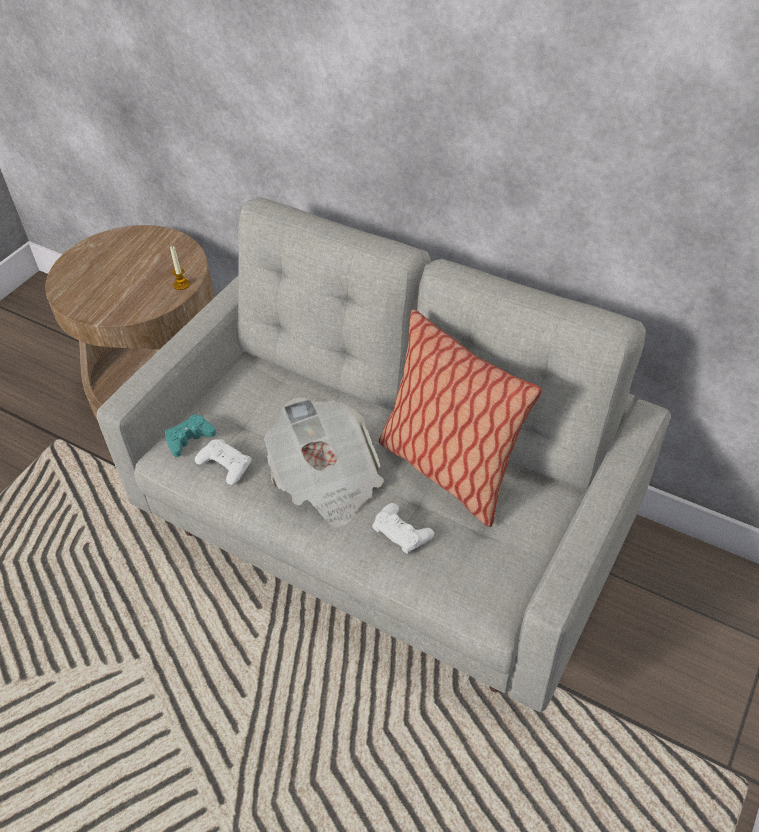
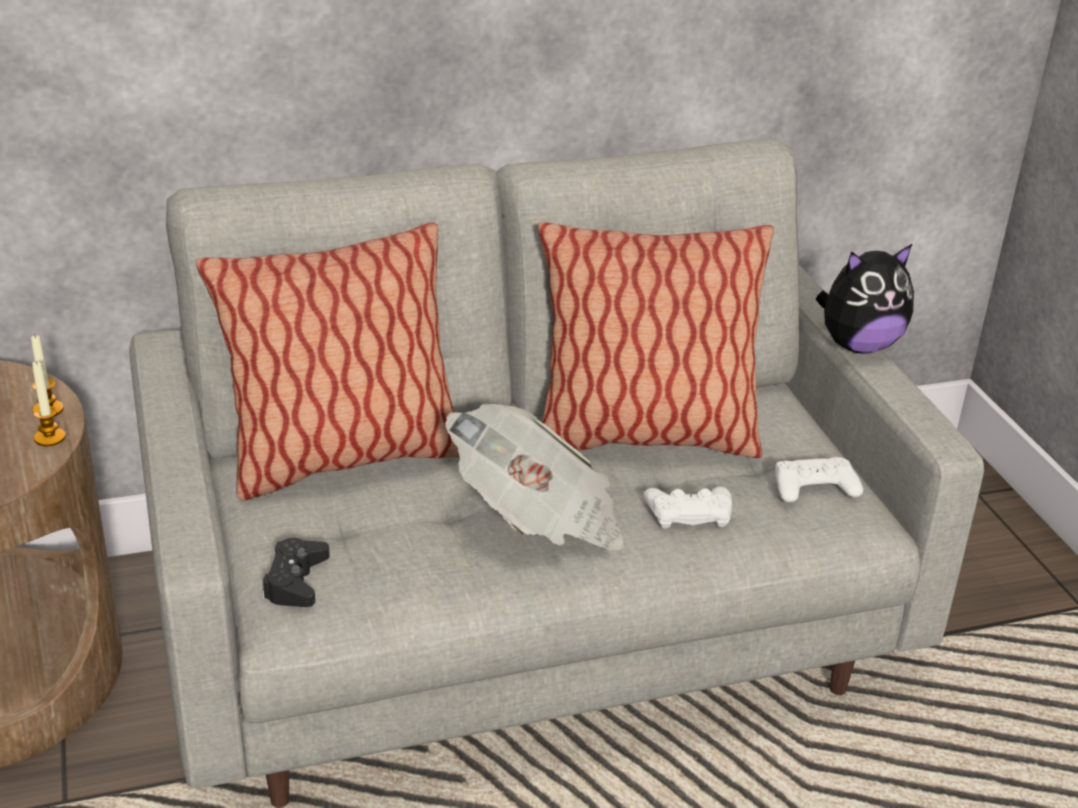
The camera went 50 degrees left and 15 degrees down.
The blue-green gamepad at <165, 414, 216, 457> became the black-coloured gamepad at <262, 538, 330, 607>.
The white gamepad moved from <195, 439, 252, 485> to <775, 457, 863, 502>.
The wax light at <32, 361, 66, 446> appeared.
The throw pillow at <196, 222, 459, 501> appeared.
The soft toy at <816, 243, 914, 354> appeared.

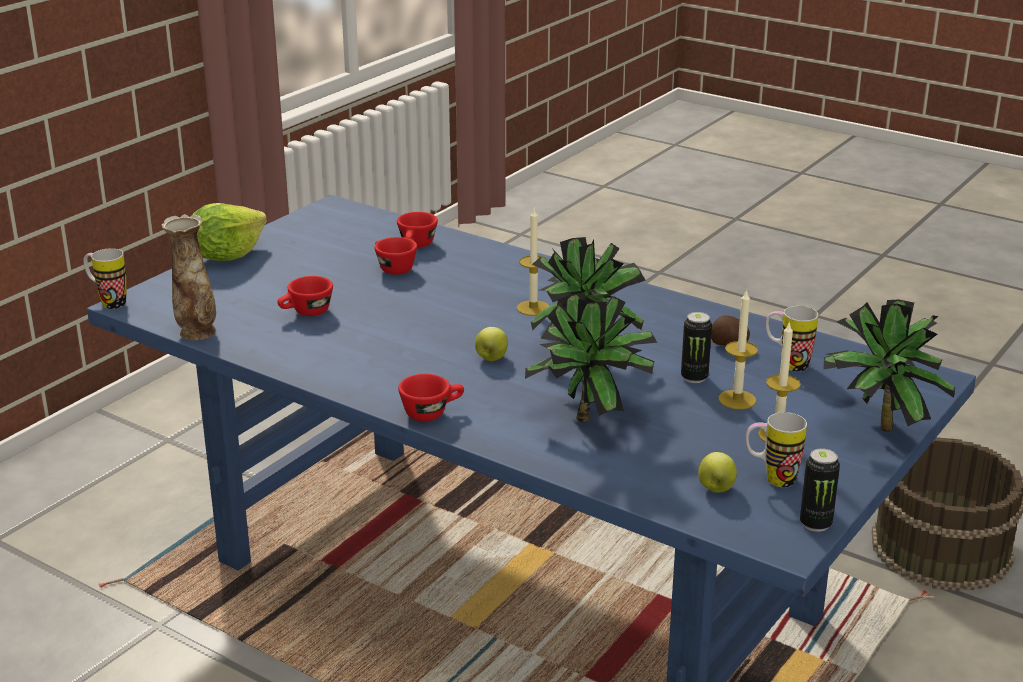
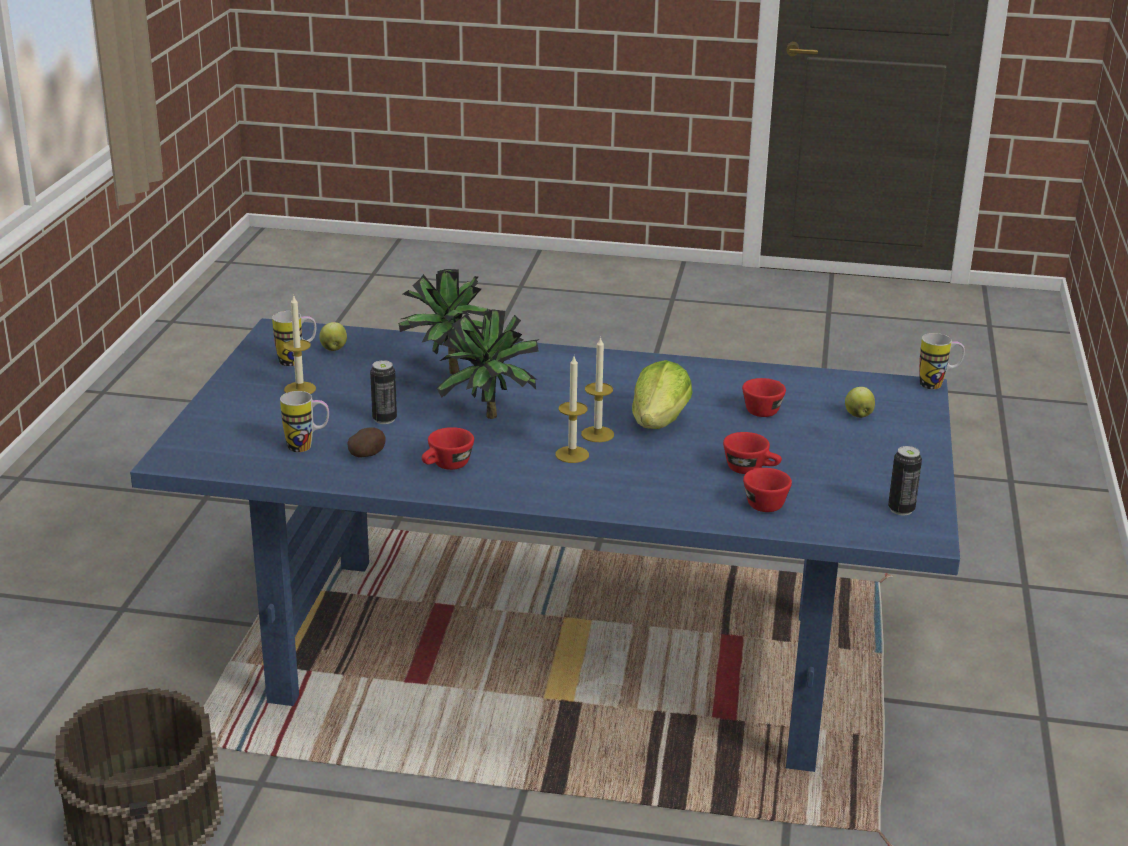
The camera went 155 degrees right and 0 degrees up.
The vase at <161, 214, 216, 340> disappeared.
The lettuce head moved from <193, 203, 267, 261> to <632, 360, 692, 429>.
The red small cup moved from <398, 374, 464, 421> to <422, 427, 474, 470>.
The apple fruit moved from <475, 327, 508, 361> to <845, 387, 875, 418>.
The wax light moved from <719, 289, 758, 409> to <581, 336, 614, 442>.
The can moved from <800, 448, 840, 532> to <888, 446, 922, 516>.
The potted plant at <823, 299, 955, 432> disappeared.

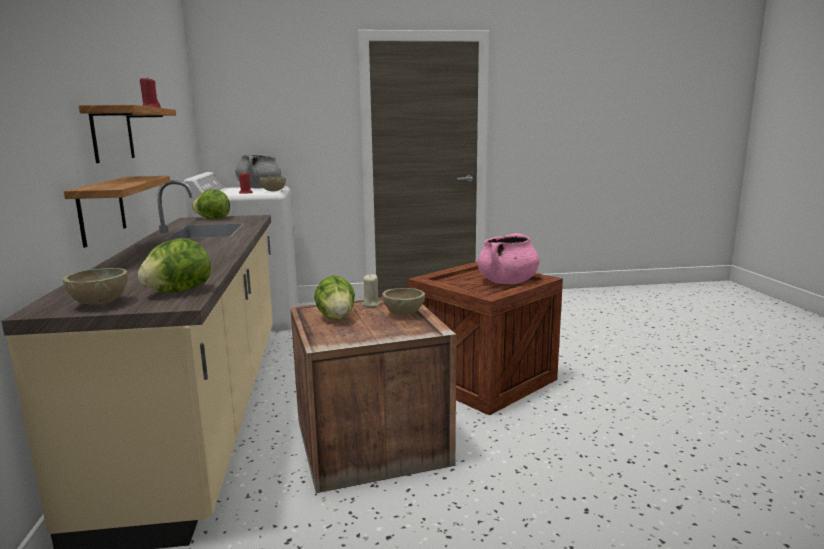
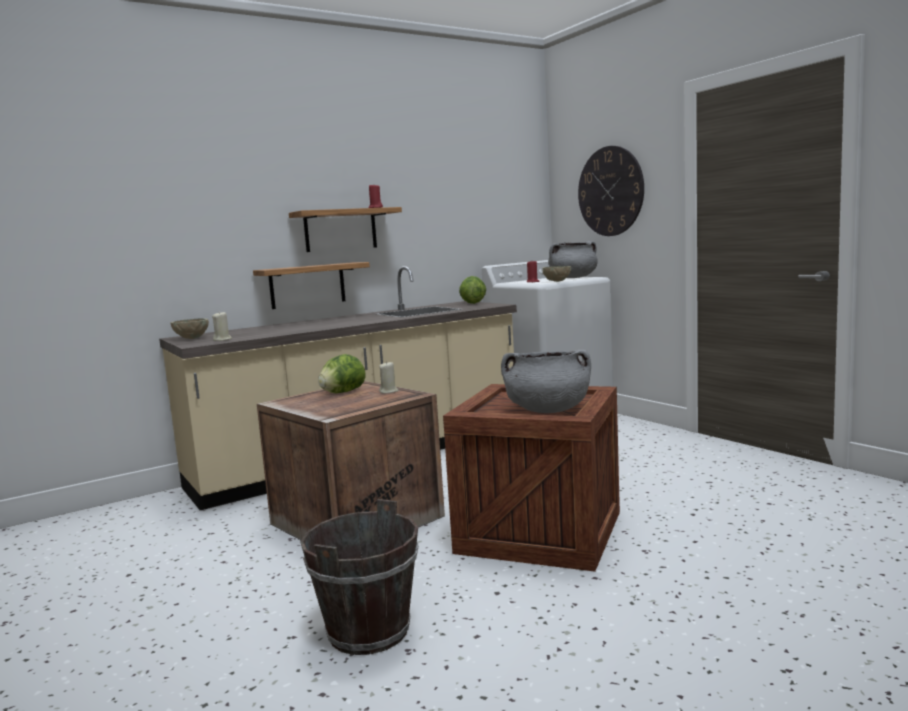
The camera went 65 degrees right and 5 degrees down.
The lettuce head at <138, 238, 211, 293> was replaced by the beige wax light at <212, 311, 232, 341>.
The beige serving bowl at <382, 288, 425, 316> disappeared.
The pink-coloured cooking pot at <477, 233, 540, 284> became the greyish cooking pot at <501, 350, 591, 413>.
The brown pail at <300, 499, 419, 655> appeared.
The wall clock at <578, 146, 644, 236> appeared.

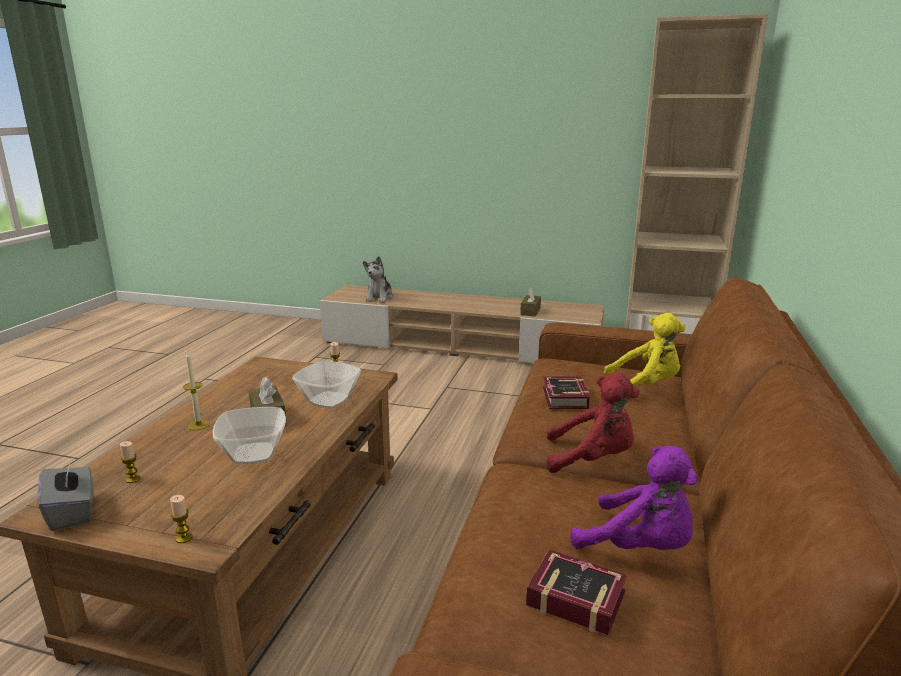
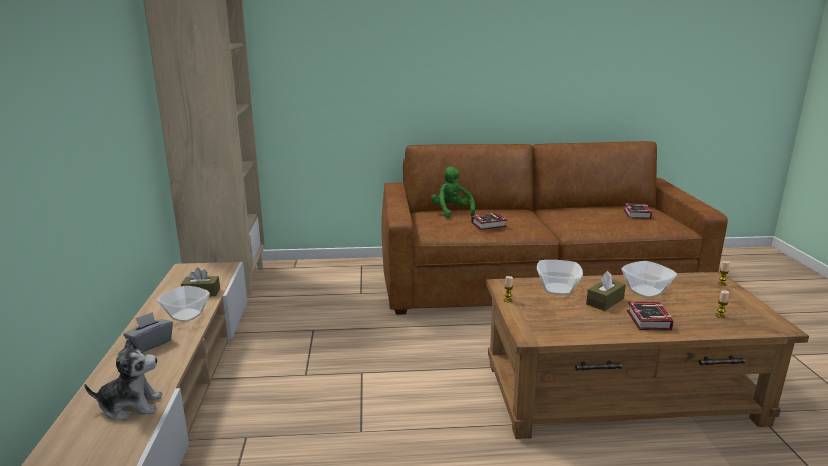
The camera went 110 degrees left and 0 degrees up.
The greyish box of tissues moved from <38, 459, 93, 531> to <124, 312, 173, 352>.
The wax light at <183, 351, 210, 430> was replaced by the book at <627, 302, 674, 331>.
The red soft toy at <546, 373, 640, 473> disappeared.
The purple soft toy at <570, 446, 698, 550> disappeared.
The yellow-coloured soft toy at <604, 313, 686, 387> became the green soft toy at <431, 167, 475, 218>.
The serving bowl at <157, 286, 210, 322> appeared.

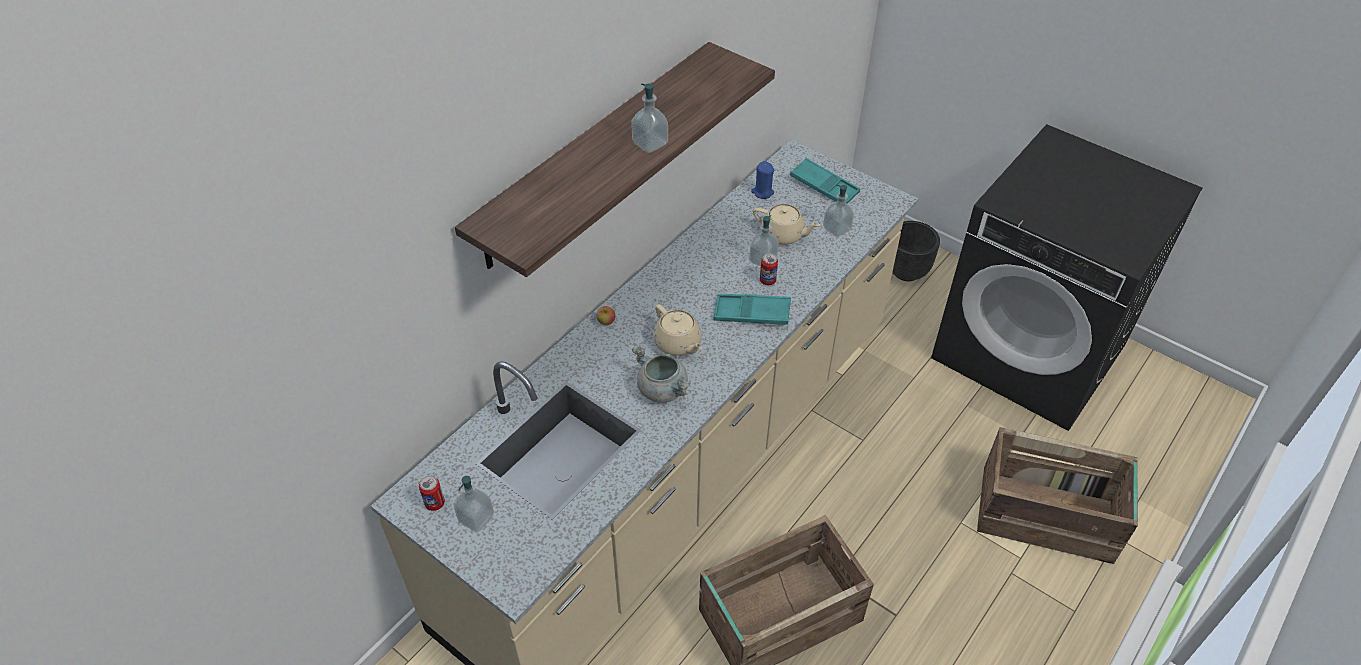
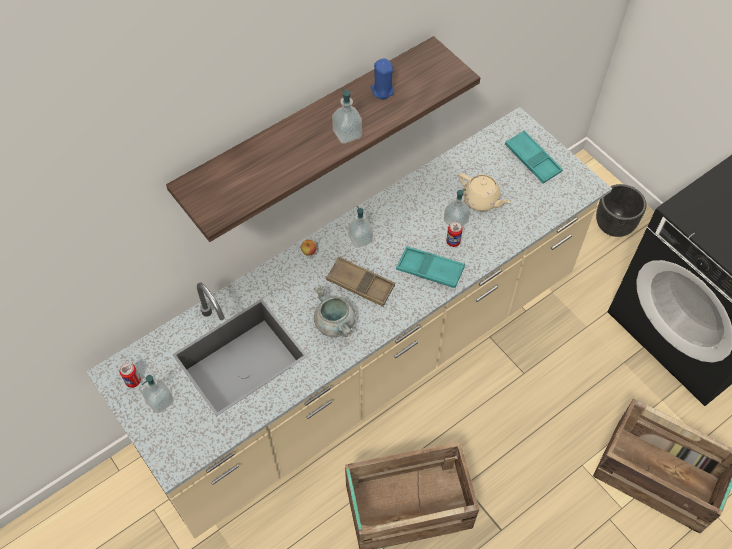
The camera went 15 degrees right and 10 degrees up.
The beige tea pot at <653, 304, 702, 356> was replaced by the brown serving tray at <326, 257, 395, 307>.
The blue-coloured wax light moved from <751, 161, 774, 199> to <370, 59, 394, 99>.
The soap bottle moved from <823, 185, 854, 237> to <348, 206, 373, 248>.

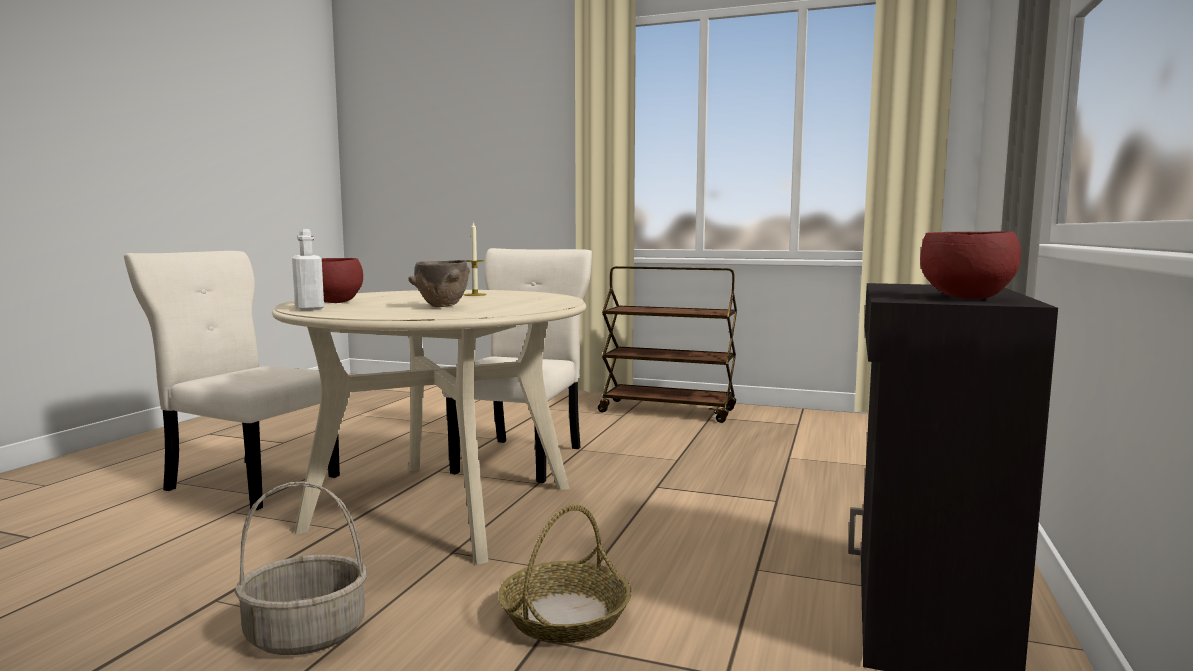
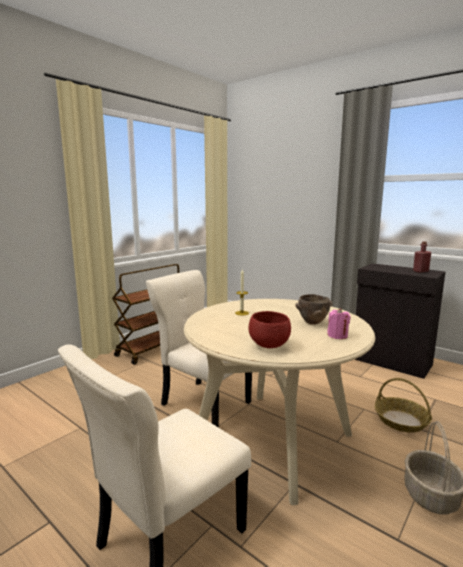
The camera went 70 degrees left and 5 degrees up.
The white bottle at <292, 229, 324, 310> disappeared.
The red serving bowl at <920, 231, 1021, 299> was replaced by the red bottle at <413, 241, 431, 273>.
The pink-coloured wax light at <327, 308, 351, 339> appeared.

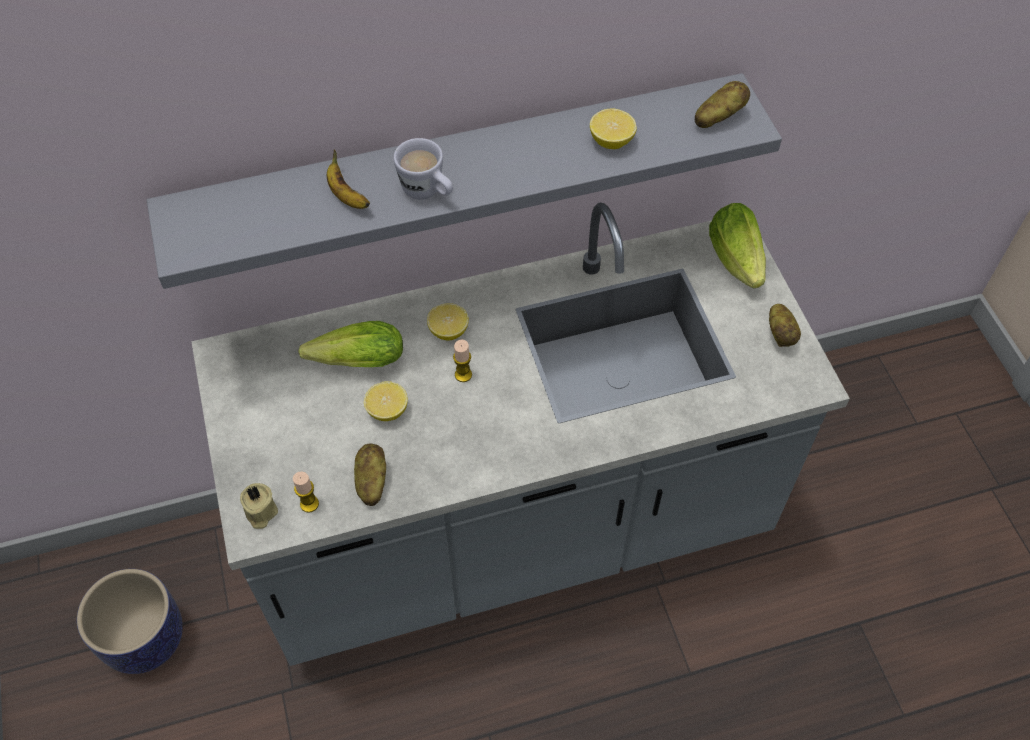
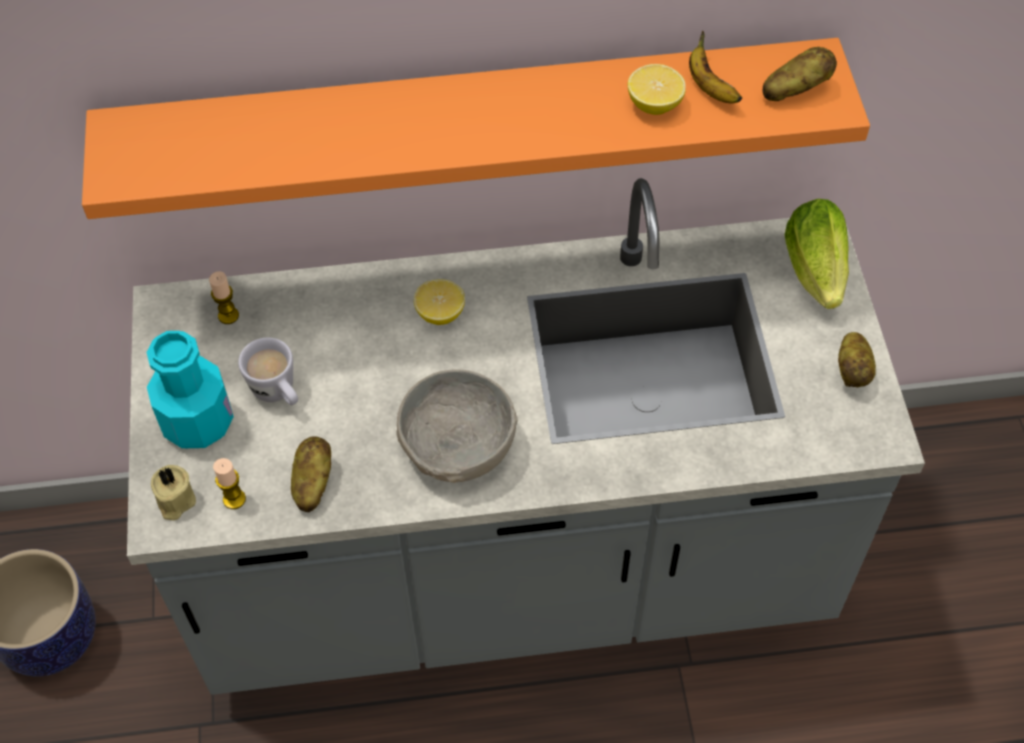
The camera went 10 degrees right and 0 degrees up.
The greyish wall shelf at <147, 73, 782, 289> became the orange wall shelf at <82, 38, 870, 219>.
The lettuce head at <298, 321, 403, 367> disappeared.
The banana fruit moved from <327, 149, 370, 209> to <689, 31, 742, 103>.
The citrus fruit at <364, 381, 408, 421> disappeared.
The white mug moved from <393, 138, 453, 200> to <238, 337, 298, 405>.
The wax light moved from <453, 340, 472, 382> to <209, 271, 239, 324>.
The blue-green bottle at <147, 331, 234, 448> appeared.
The greyish serving bowl at <396, 369, 518, 483> appeared.

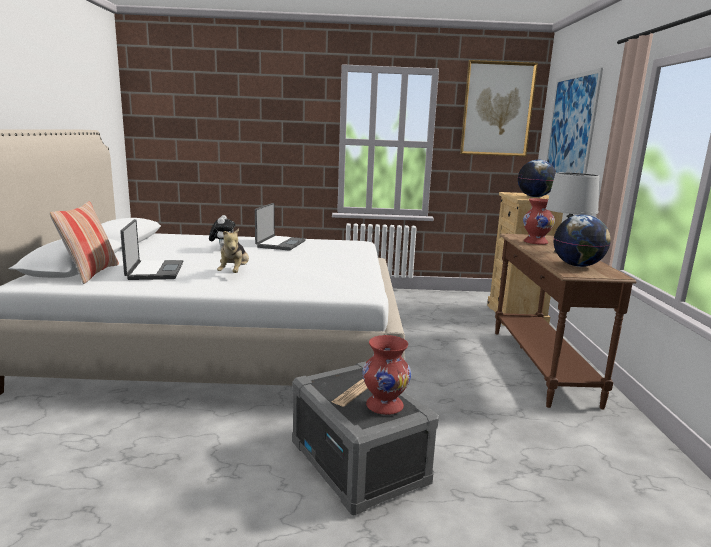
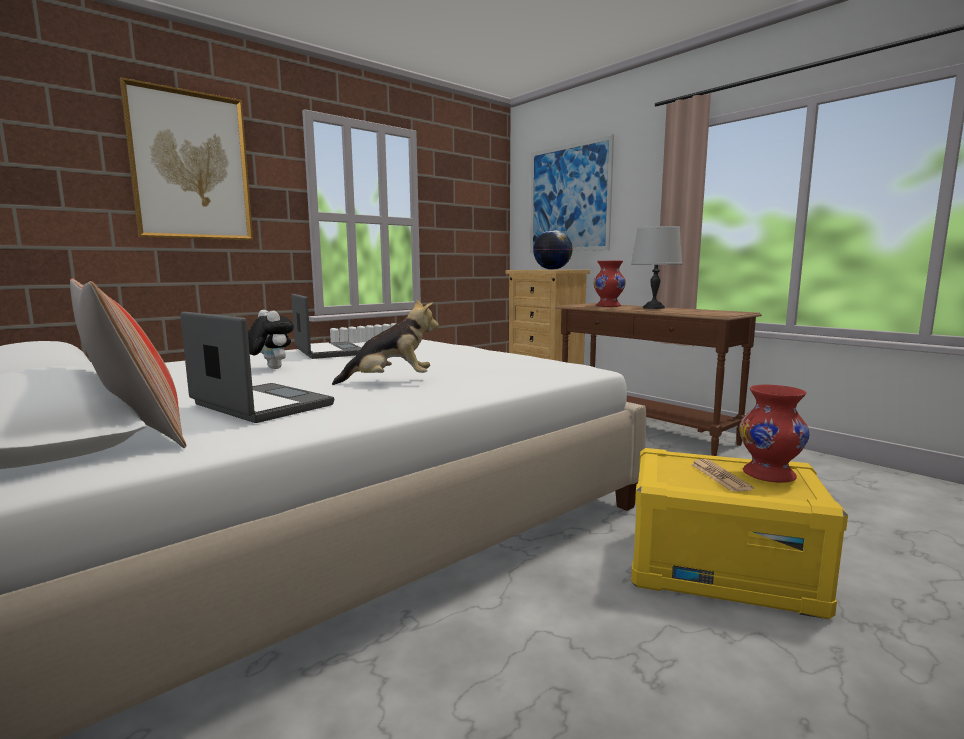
The camera went 40 degrees left and 5 degrees down.
The soft toy at <217, 228, 249, 273> turned 60 degrees counterclockwise.
The greyish storage box at <292, 362, 439, 516> became the yellow-coloured storage box at <631, 448, 848, 619>.
The wall picture moved from <460, 60, 538, 157> to <120, 77, 253, 240>.
The desk globe at <554, 214, 611, 267> disappeared.

